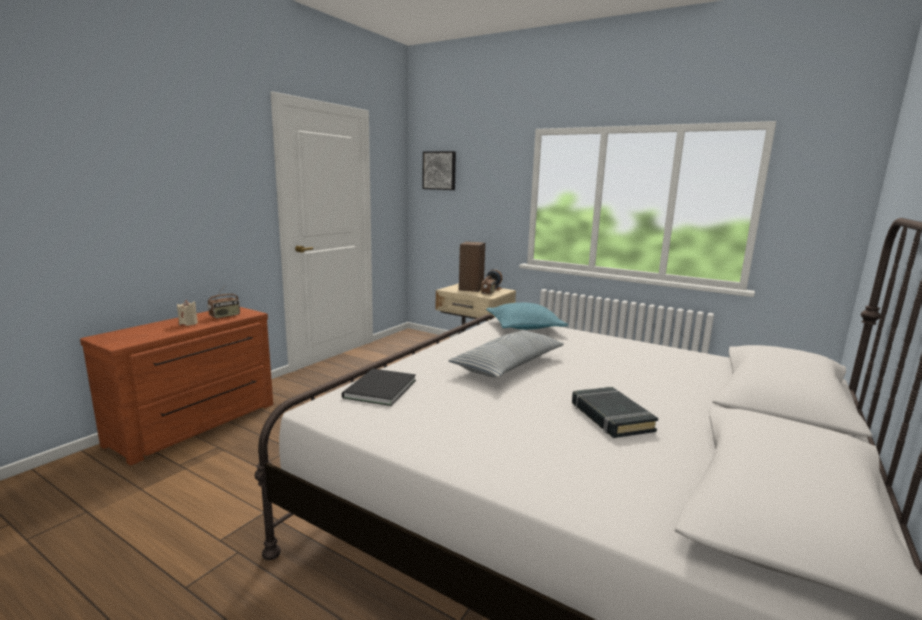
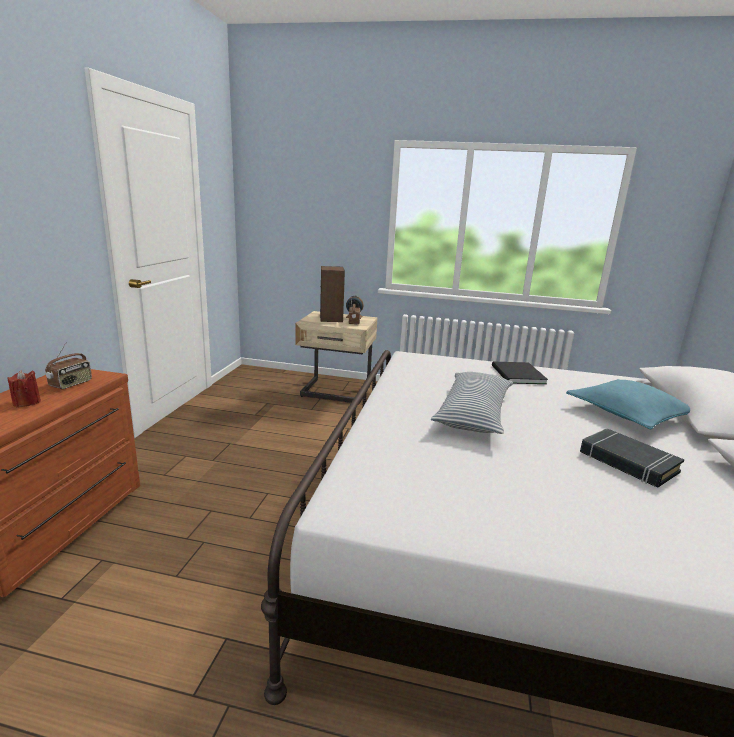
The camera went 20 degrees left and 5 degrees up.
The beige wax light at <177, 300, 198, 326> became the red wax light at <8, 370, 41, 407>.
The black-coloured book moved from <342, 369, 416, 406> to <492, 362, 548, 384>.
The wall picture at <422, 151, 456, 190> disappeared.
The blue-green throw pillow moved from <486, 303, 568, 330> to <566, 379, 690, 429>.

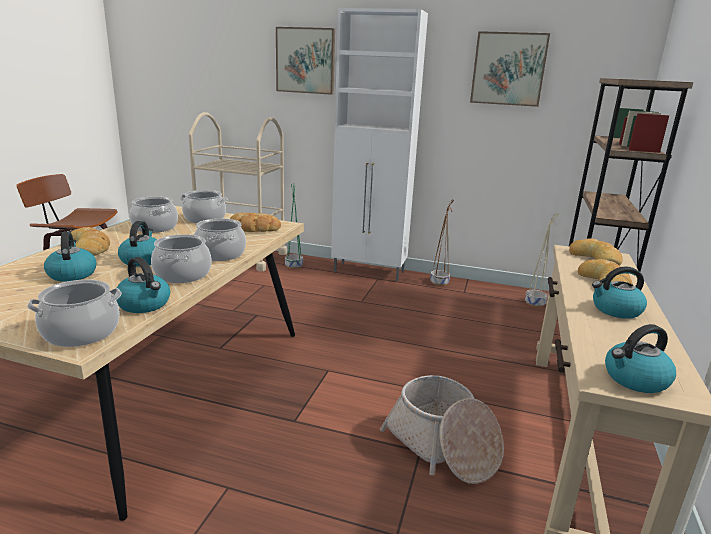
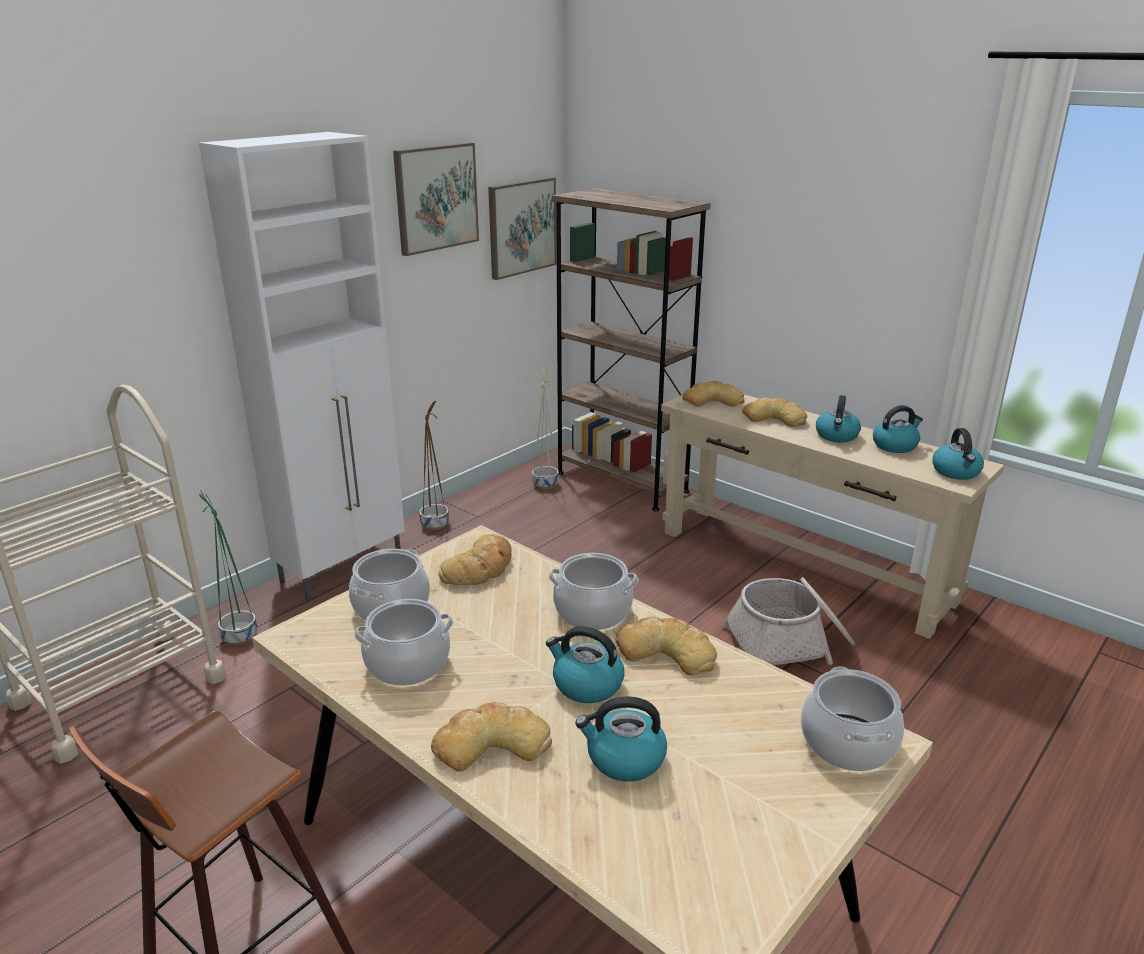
The camera went 65 degrees left and 5 degrees up.
The tea kettle moved from <114, 257, 170, 313> to <873, 405, 923, 453>.
The cooking pot at <151, 234, 212, 283> was replaced by the bakery bread at <616, 617, 717, 675>.
The wall picture moved from <276, 27, 335, 95> to <488, 177, 556, 280>.

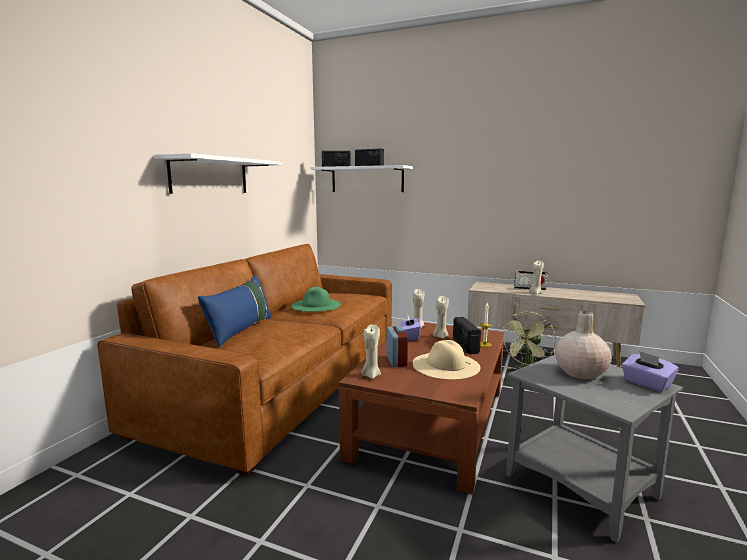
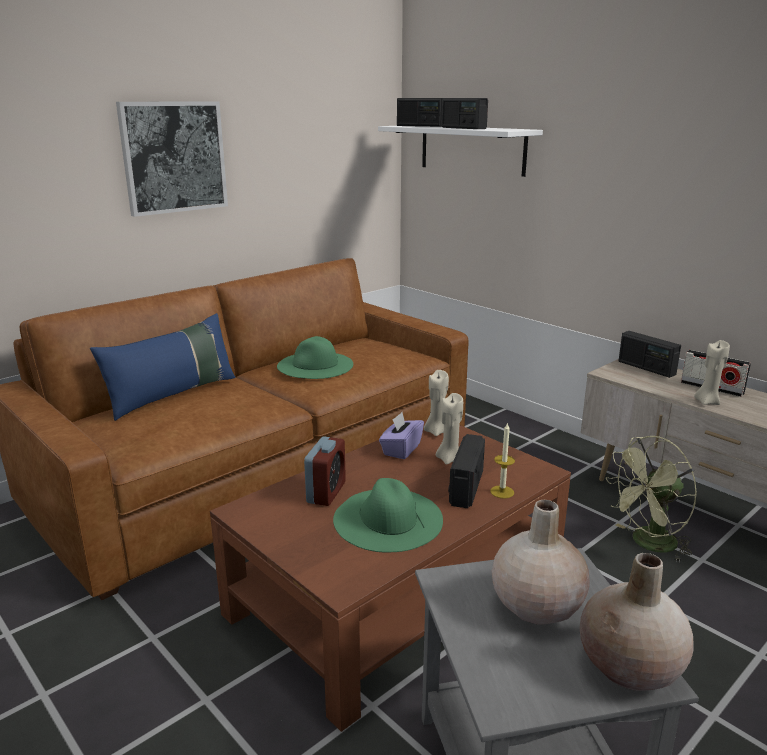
The camera went 25 degrees right and 10 degrees up.
The white wall shelf at <154, 153, 281, 194> was replaced by the wall picture at <116, 101, 228, 217>.
The beige wax light at <361, 325, 381, 379> disappeared.
The beige hat at <413, 340, 480, 380> became the green hat at <333, 478, 443, 552>.
The purple box of tissues at <622, 351, 679, 392> was replaced by the beige vase at <580, 553, 693, 691>.
The radio set at <618, 331, 681, 378> appeared.

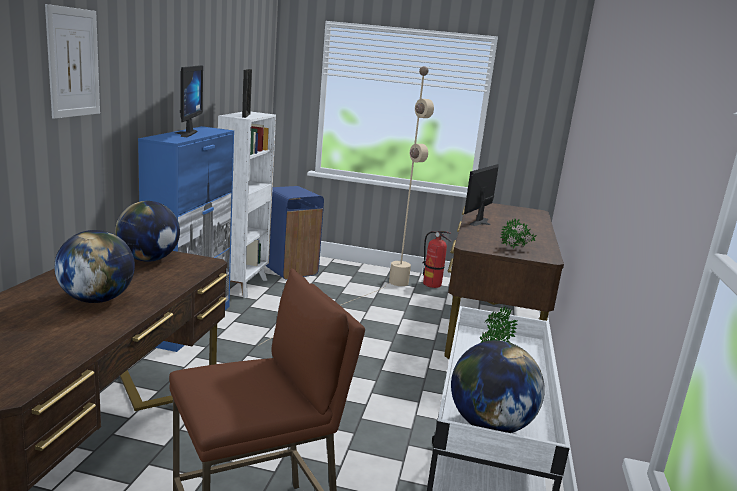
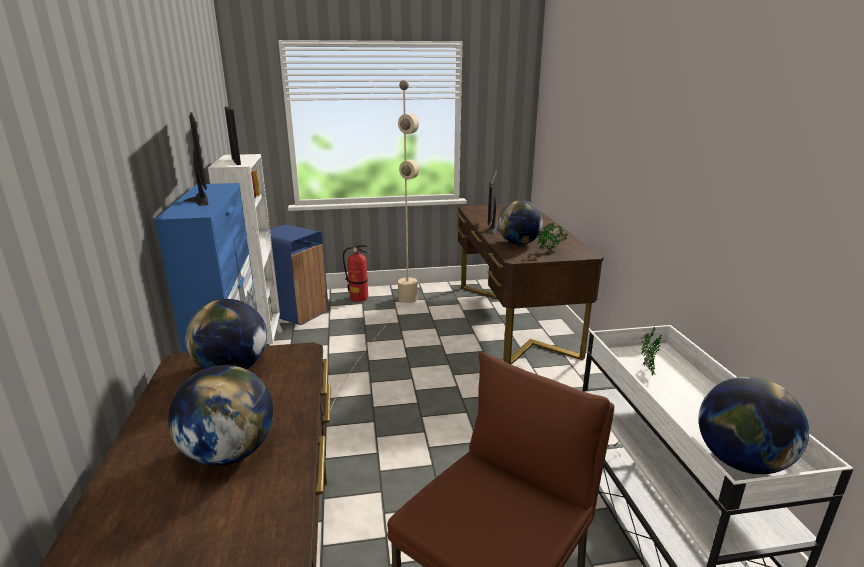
The camera went 20 degrees left and 5 degrees up.
The wall picture at <45, 4, 100, 119> disappeared.
The fire-fighting cylinder moved from <423, 231, 451, 288> to <343, 245, 370, 302>.
The desk globe at <498, 200, 543, 245> appeared.

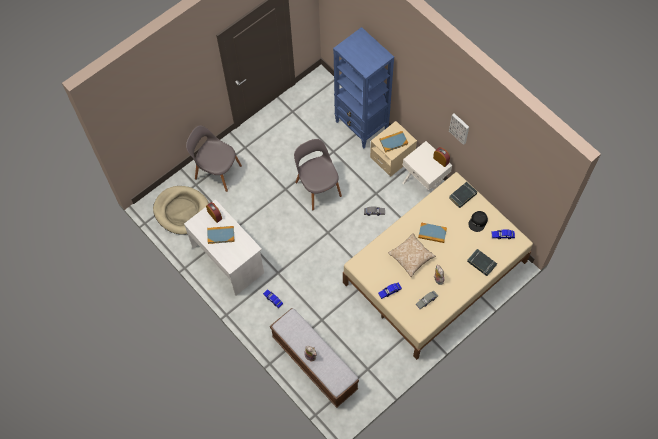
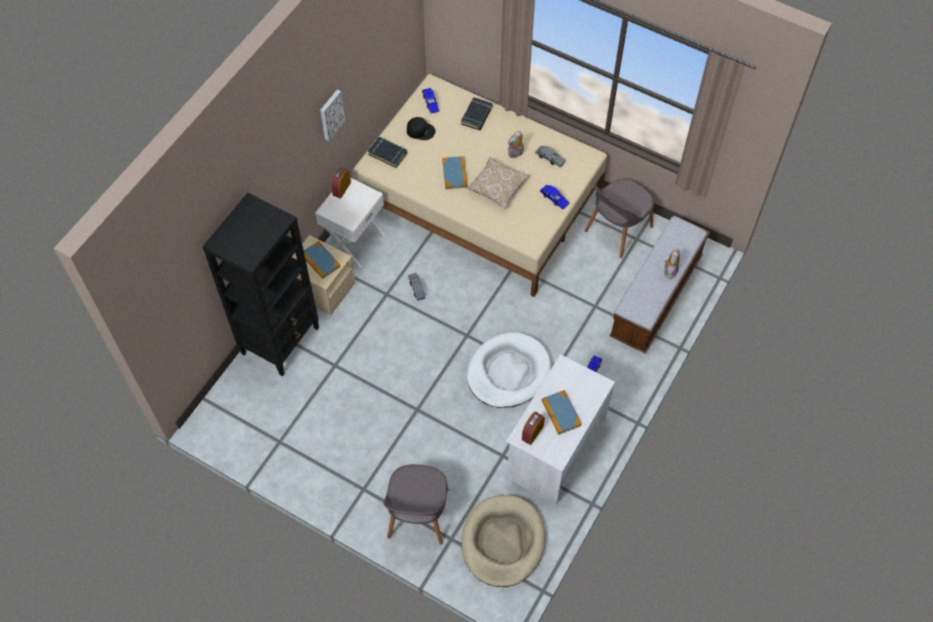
The camera went 110 degrees left and 5 degrees down.
The greyish plain chair moved from <294, 139, 342, 210> to <585, 179, 654, 258>.
The blue-coloured bookcase at <333, 27, 394, 149> became the black-coloured bookcase at <202, 193, 319, 377>.
The white dog bed at <467, 332, 551, 408> appeared.

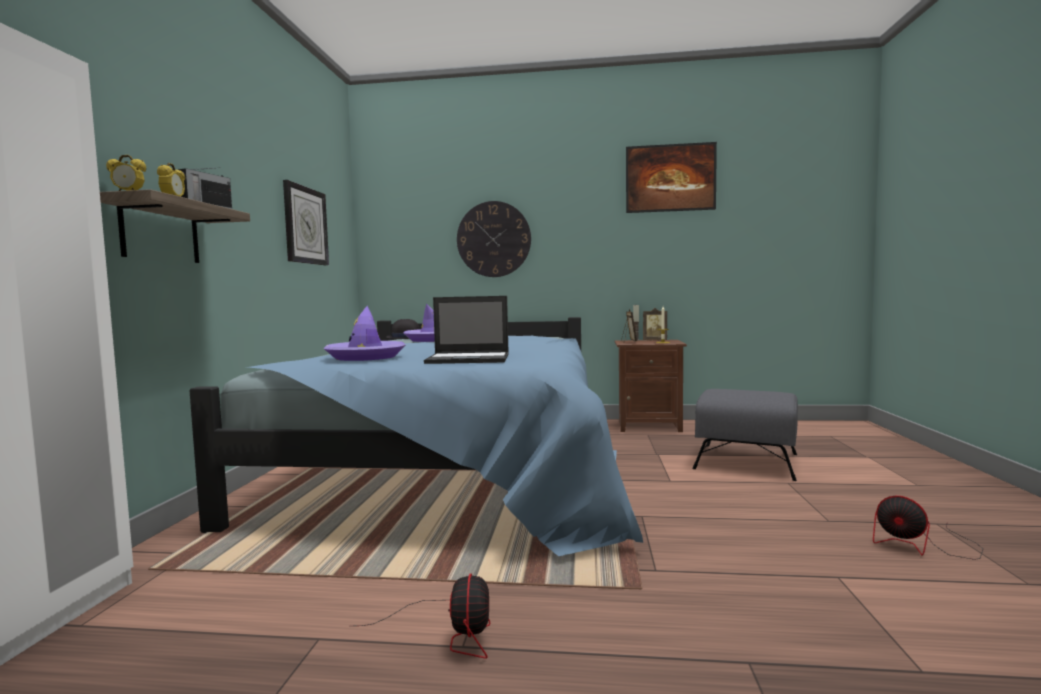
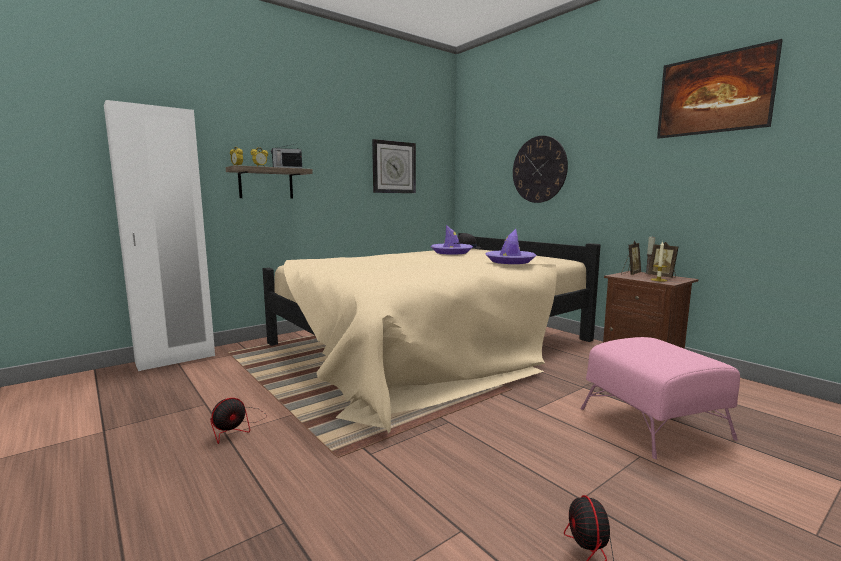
The camera went 45 degrees right and 5 degrees up.
The blue-coloured sleeping bed at <189, 317, 643, 556> became the beige sleeping bed at <263, 233, 601, 433>.
The purple hat moved from <324, 306, 406, 361> to <486, 229, 537, 264>.
The portable computer at <424, 296, 509, 364> disappeared.
The greyish ottoman at <692, 389, 798, 481> became the pink-coloured ottoman at <581, 337, 740, 459>.

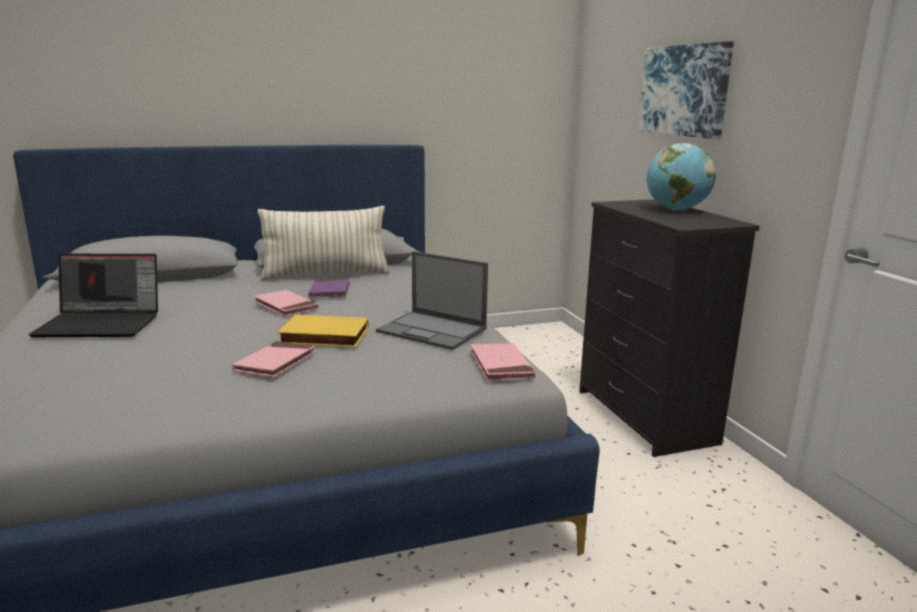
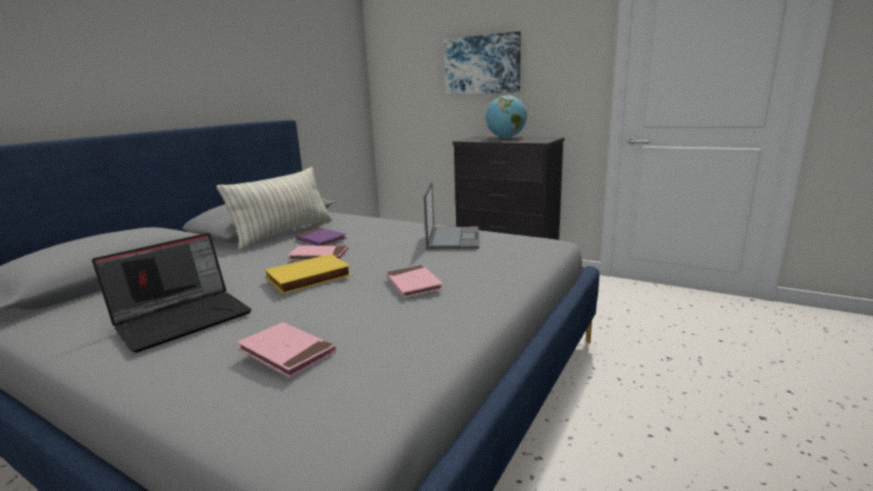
The camera went 40 degrees left and 0 degrees up.
The yellow-coloured book moved from <277, 315, 369, 347> to <266, 254, 352, 294>.
The portable computer at <376, 251, 488, 350> turned 75 degrees counterclockwise.
The pink-coloured book moved from <470, 343, 536, 381> to <237, 322, 336, 378>.

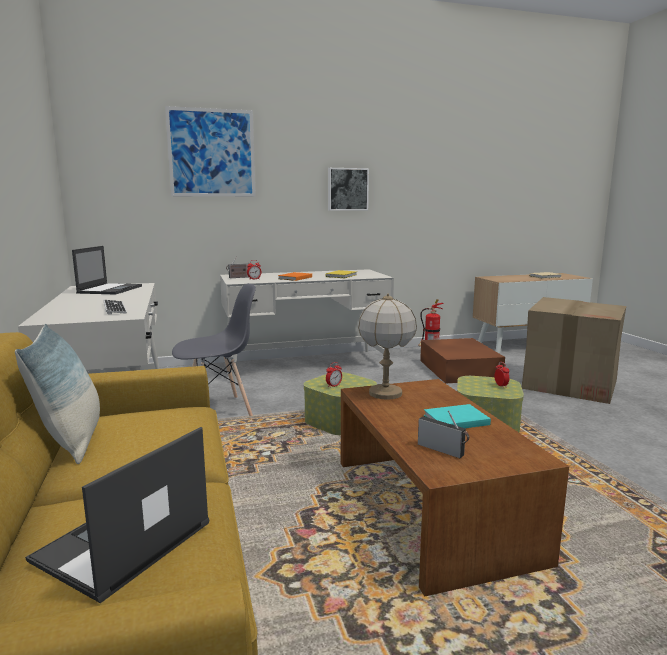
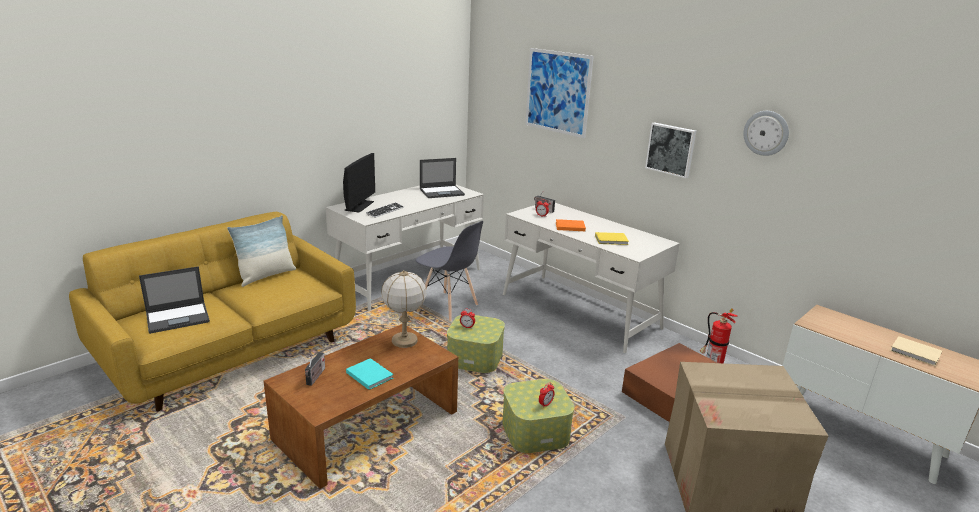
The camera went 60 degrees right and 10 degrees up.
The portable computer at <25, 427, 209, 603> turned 150 degrees clockwise.
The computer display at <343, 153, 375, 213> appeared.
The wall clock at <744, 111, 789, 156> appeared.

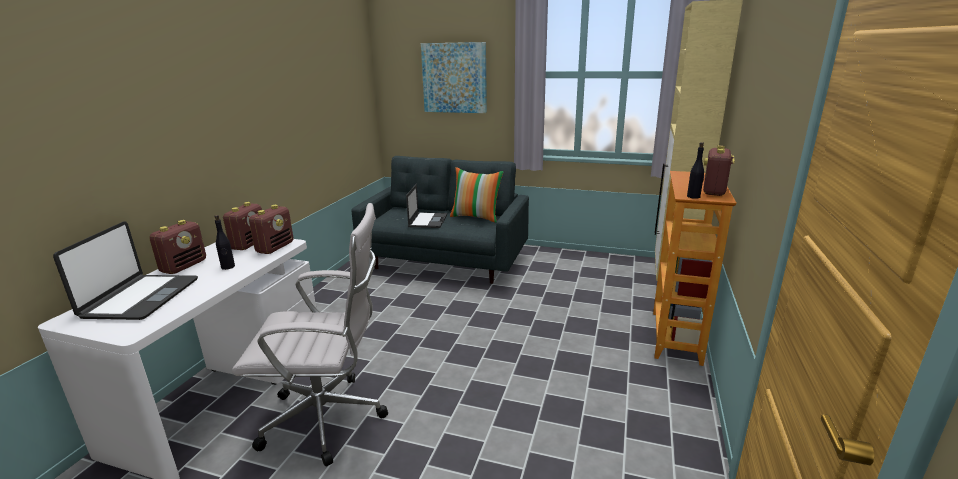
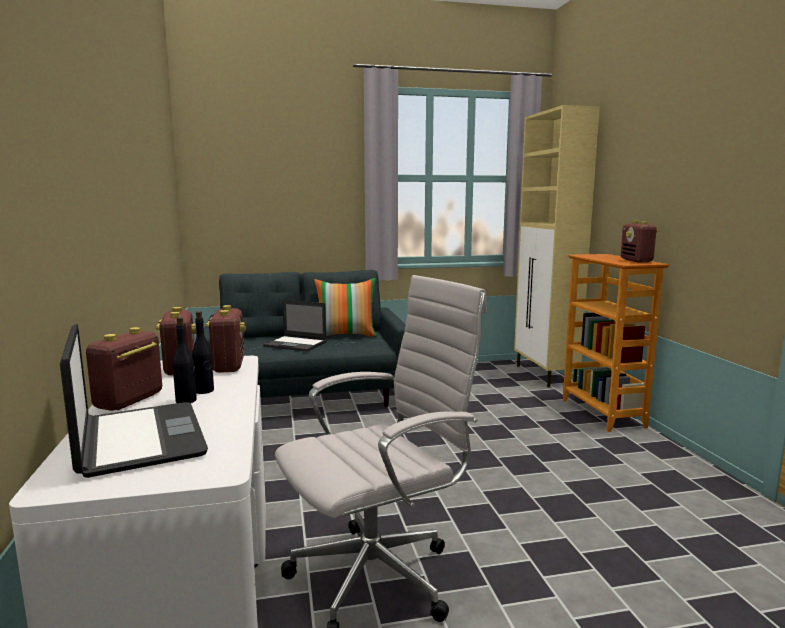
The camera went 30 degrees left and 10 degrees down.
The radio set at <149, 220, 206, 274> turned 150 degrees counterclockwise.
The portable computer at <406, 184, 447, 228> turned 135 degrees clockwise.
The wall picture at <421, 42, 487, 113> disappeared.
The black-coloured bottle moved from <687, 142, 704, 199> to <173, 317, 197, 403>.

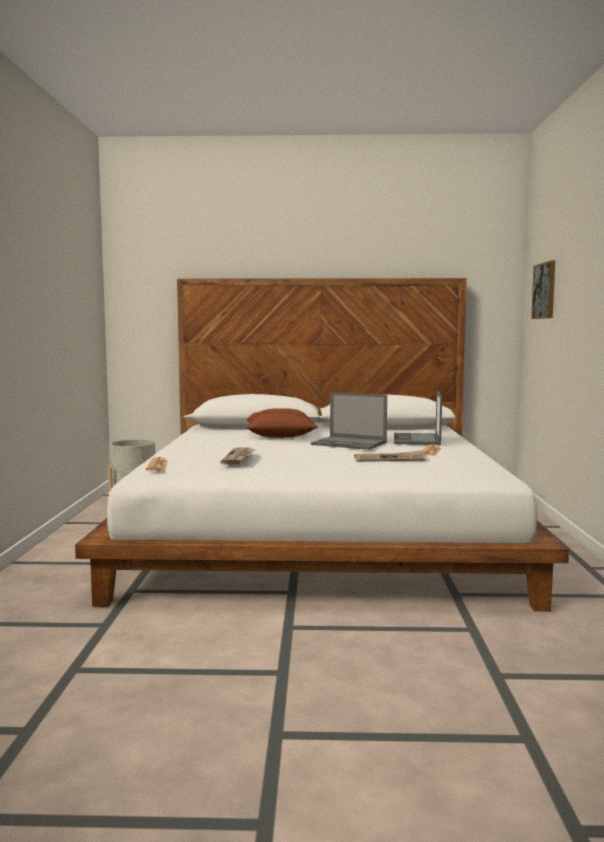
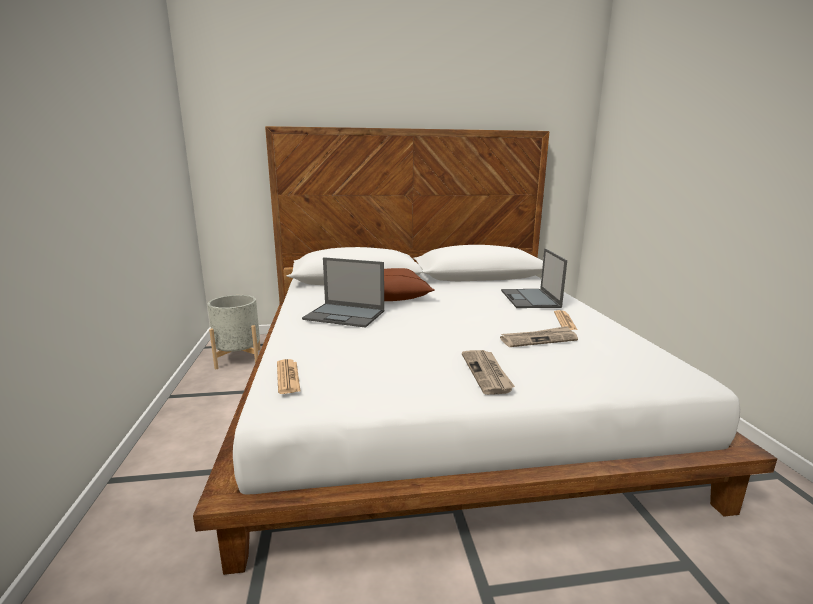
The camera went 10 degrees left and 10 degrees up.
The printed paper moved from <221, 447, 256, 465> to <462, 350, 515, 395>.
The portable computer moved from <311, 392, 387, 450> to <302, 257, 384, 328>.
The wall picture at <531, 260, 555, 319> disappeared.

